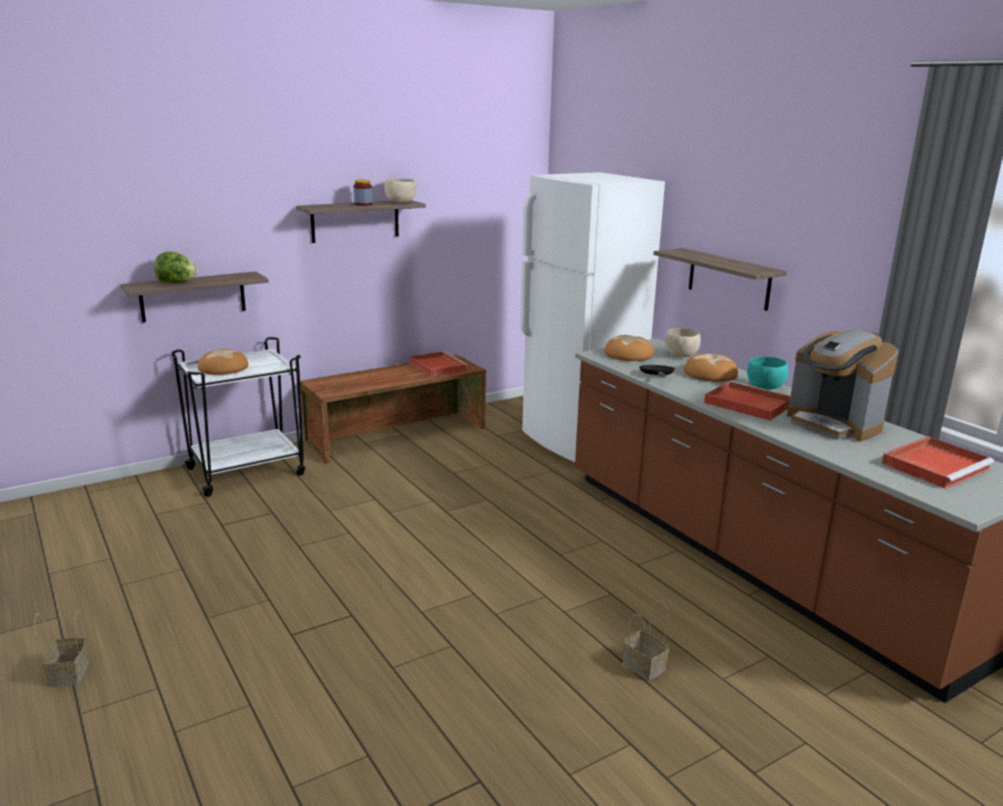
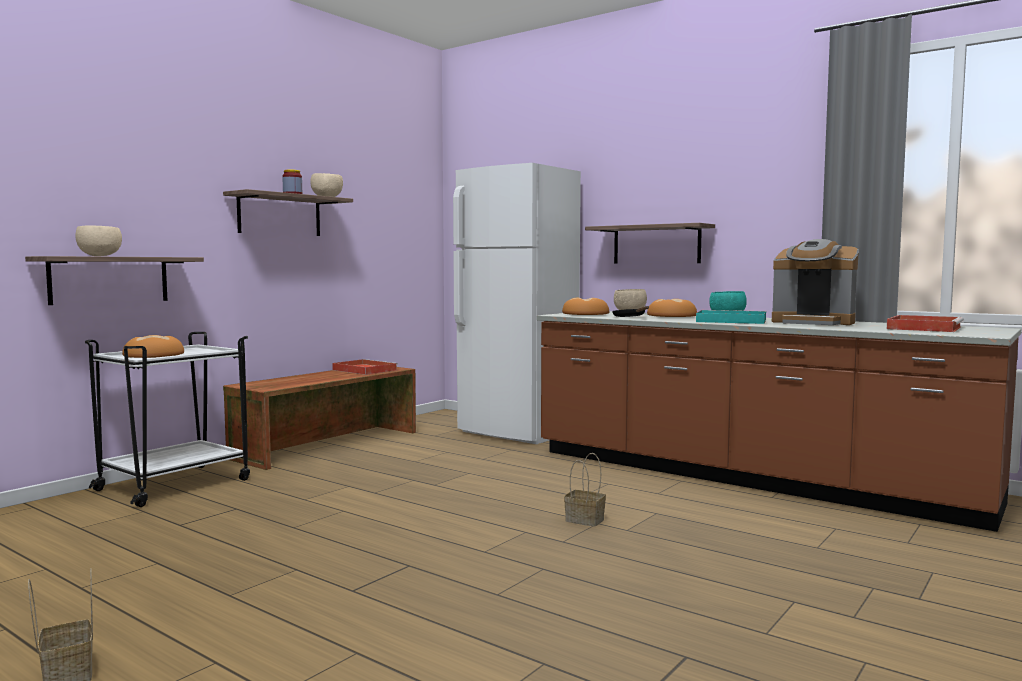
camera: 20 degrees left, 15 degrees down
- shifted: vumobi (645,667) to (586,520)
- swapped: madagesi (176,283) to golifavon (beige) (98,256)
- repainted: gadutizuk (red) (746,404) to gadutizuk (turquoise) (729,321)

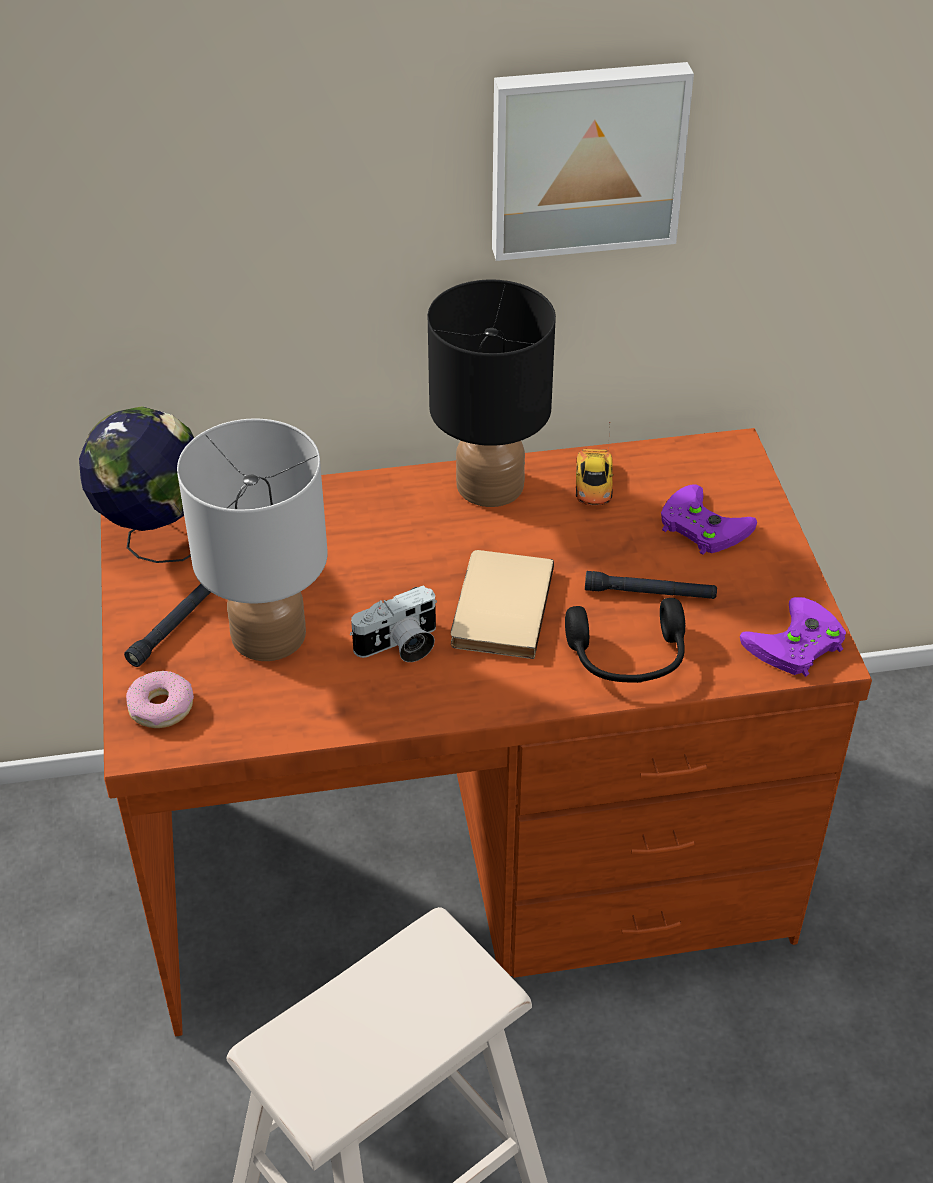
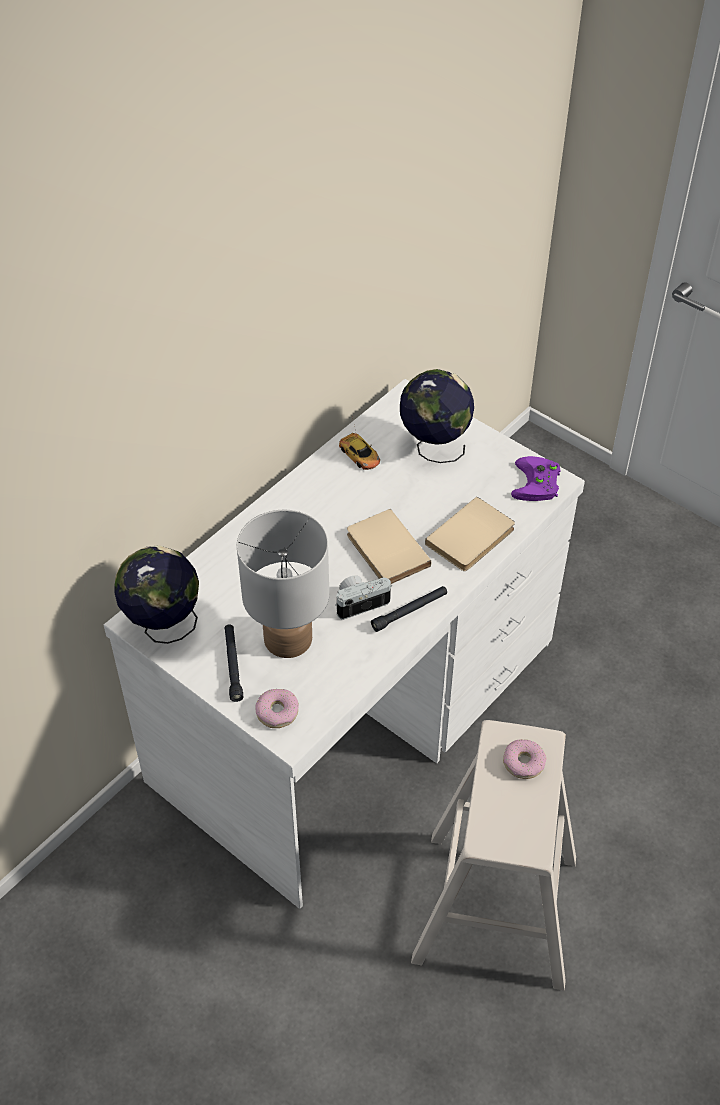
camera: 40 degrees left, 5 degrees up
- gone: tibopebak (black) (489,486)
- gone: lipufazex (586,158)
- new: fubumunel (523,762)
- shifted: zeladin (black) (650,593) to (409,611)
- swapped: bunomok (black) (628,658) to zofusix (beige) (472,538)
- swapped: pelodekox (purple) (700,525) to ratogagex (434,448)
- repainted: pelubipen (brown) (468,860) to pelubipen (white) (357,711)
- rotated: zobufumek (400,646) = (360,601) 135 degrees counterclockwise

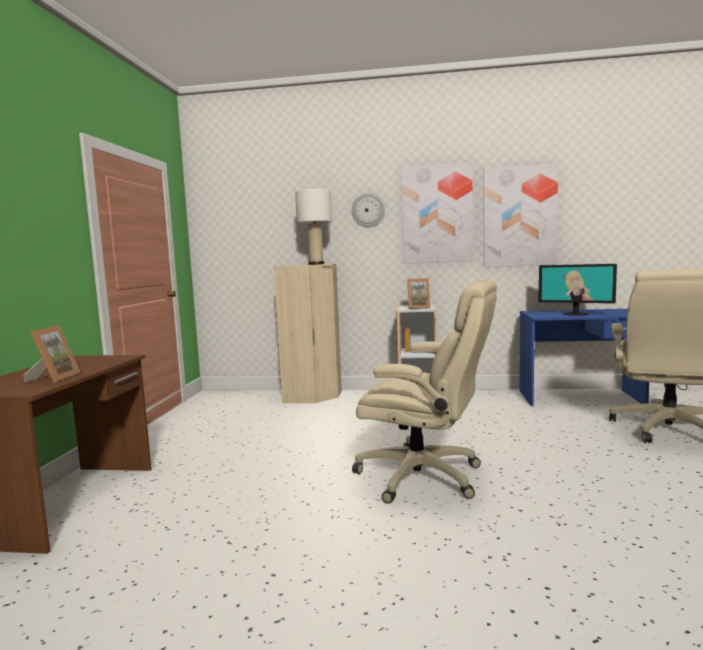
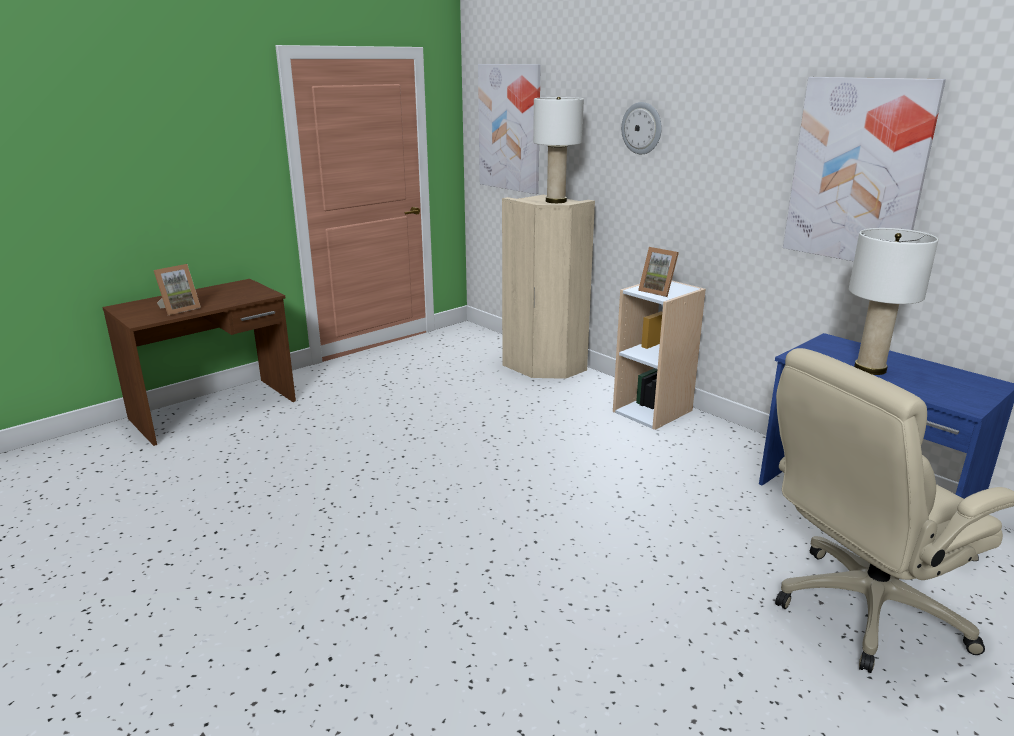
camera: 40 degrees right, 15 degrees up
- gone: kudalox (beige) (427,478)
- shifted: lipufazex (437,214) to (510,128)
- swapped: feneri (575,314) to tibopebak (white) (870,369)

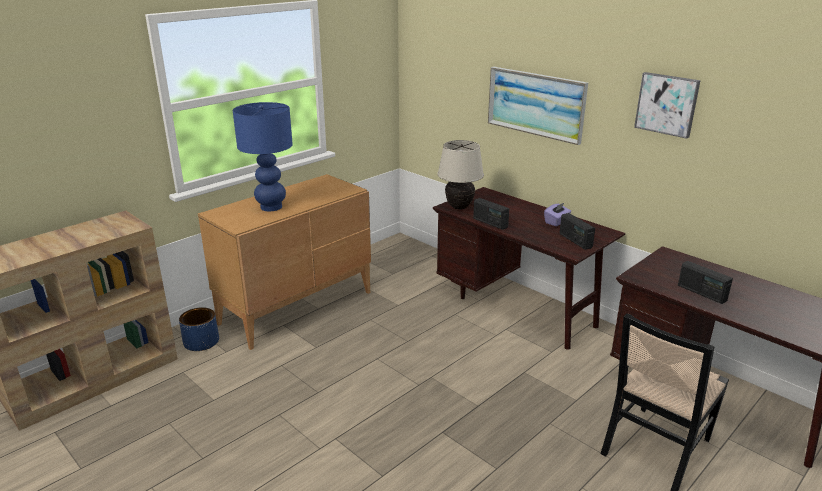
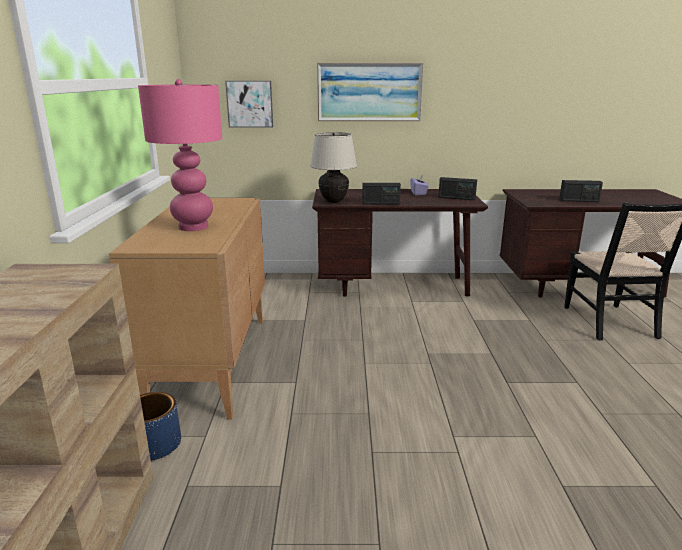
camera: 45 degrees left, 5 degrees down
- shifted: lipufazex (667,104) to (250,104)
- repainted: tibopebak (blue) (271,207) to tibopebak (pink) (193,227)

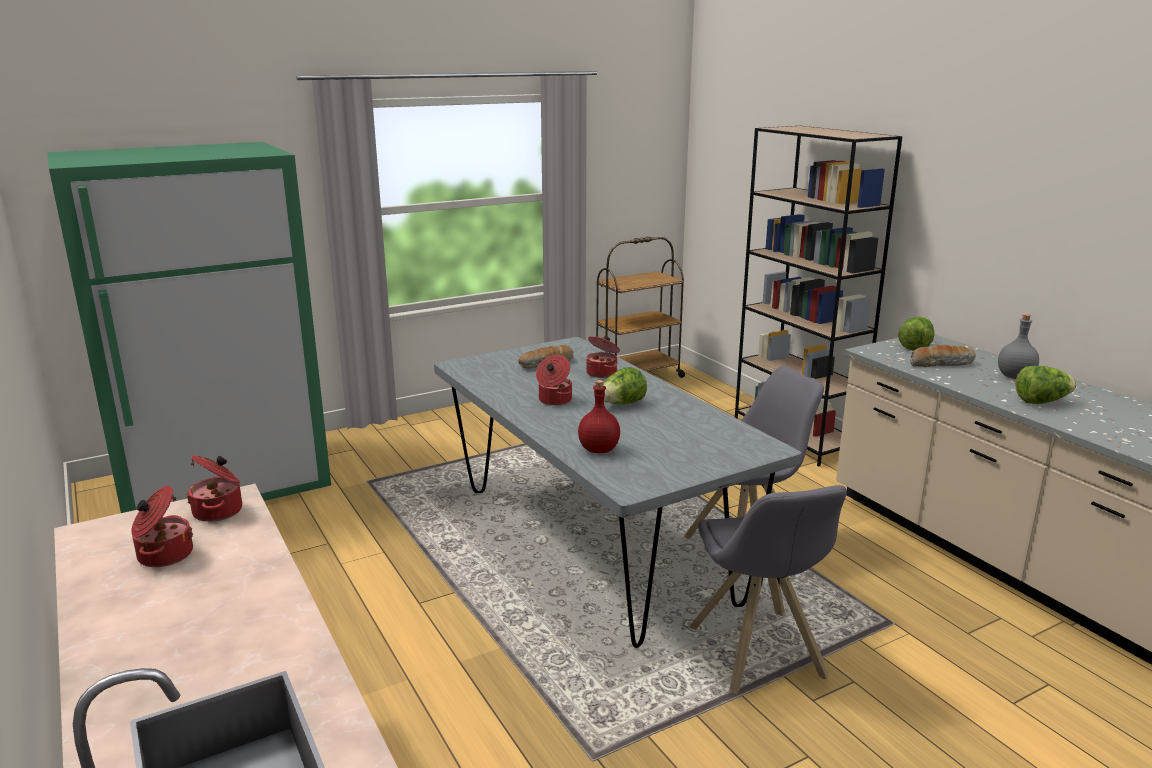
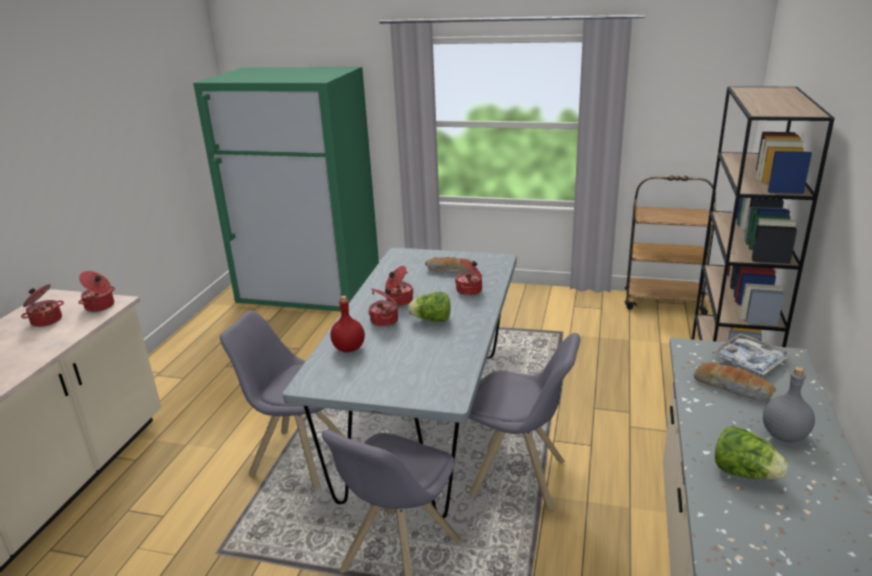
camera: 45 degrees right, 5 degrees up
- new: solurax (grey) (299,458)
- new: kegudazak (385,320)
- swapped: madagesi (915,346) to gadutizuk (749,360)

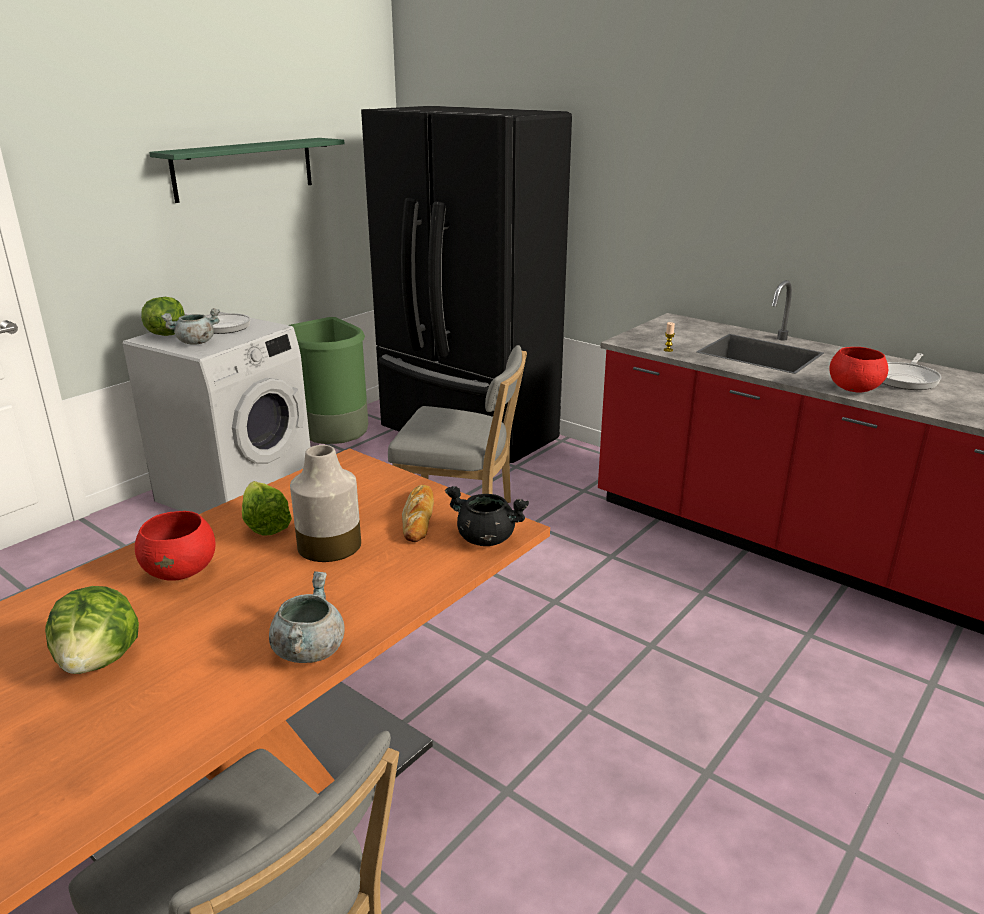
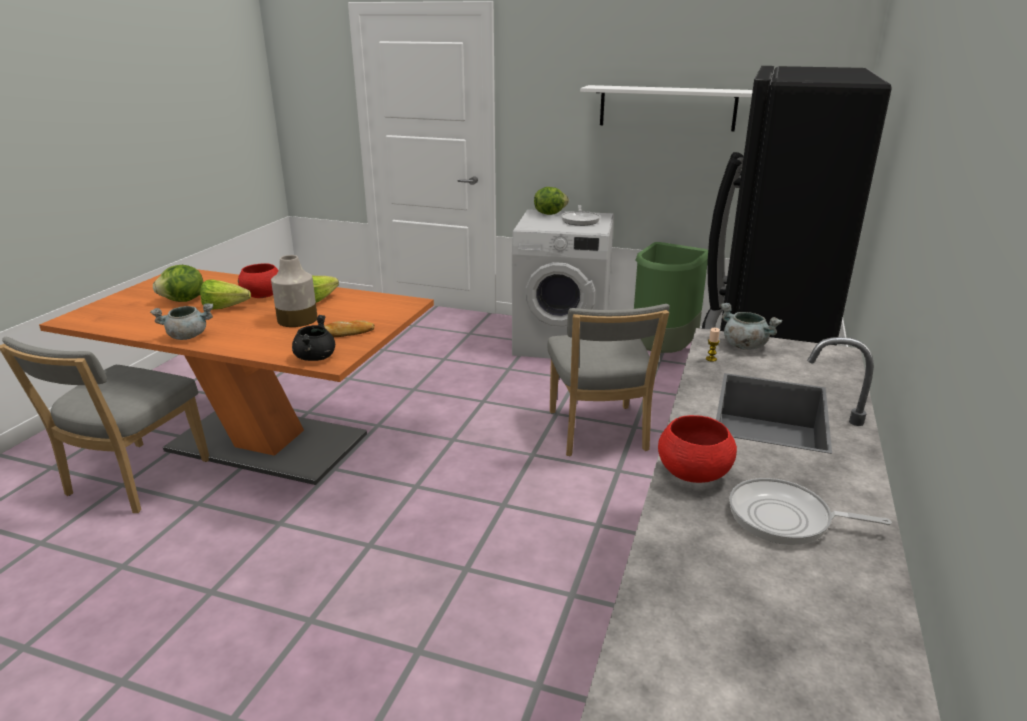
camera: 70 degrees right, 0 degrees up
- new: madagesi (228,308)
- shifted: kegudazak (grey) (195,342) to (744,346)
- repainted: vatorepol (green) (244,169) to vatorepol (white) (667,108)

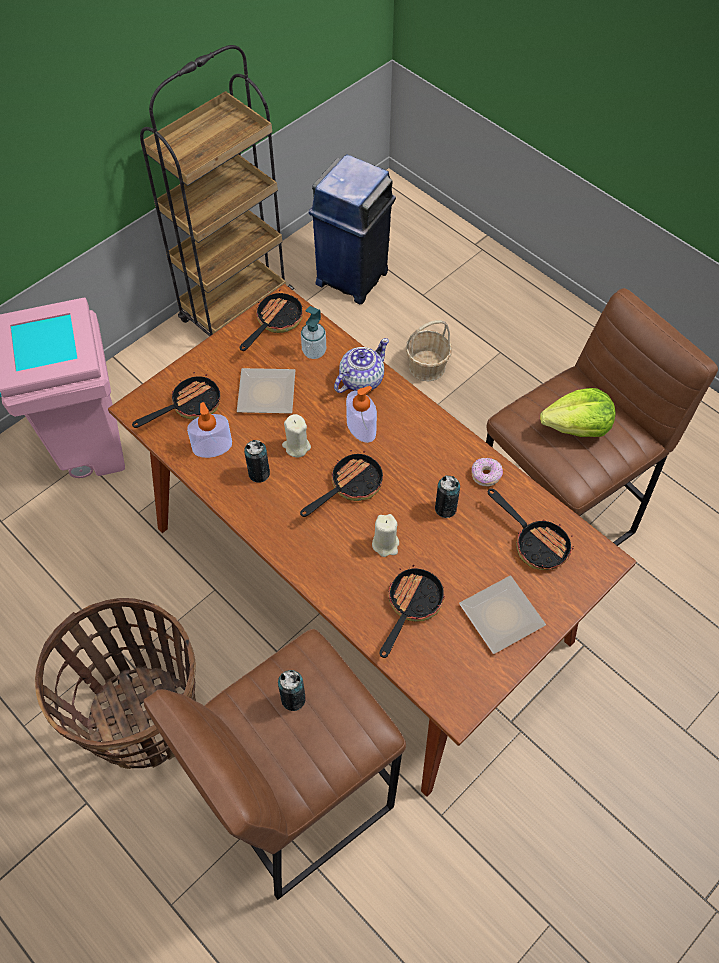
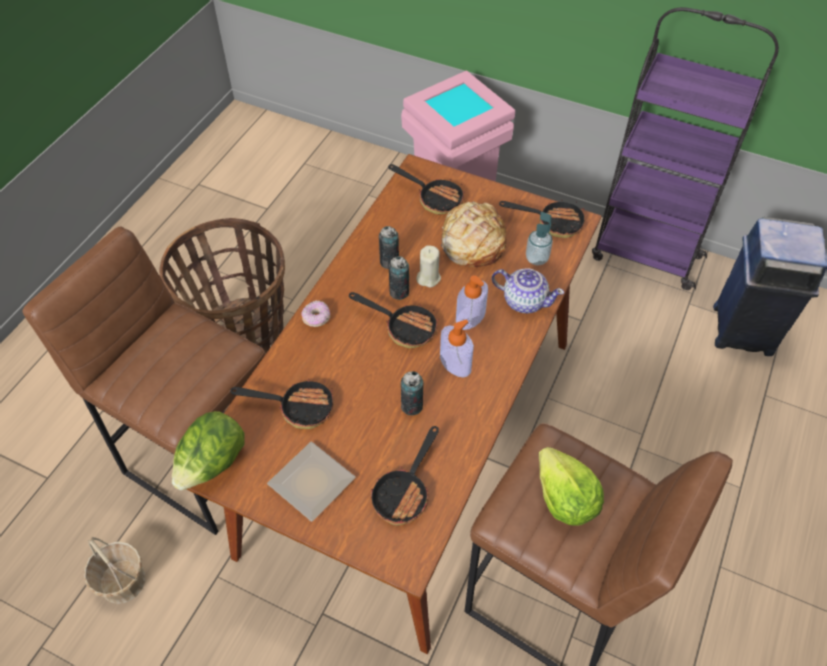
camera: 70 degrees right, 5 degrees down
- gone: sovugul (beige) (385,544)
- new: madagesi (212,464)
- shifted: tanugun (212,447) to (455,363)
- shifted: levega (293,699) to (399,292)
- shifted: vumobi (427,366) to (122,581)
- shifted: fubumunel (485,475) to (316,318)
- swapped: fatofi (268,395) to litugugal (472,243)
- repainted: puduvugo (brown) (235,309) to puduvugo (purple) (645,257)

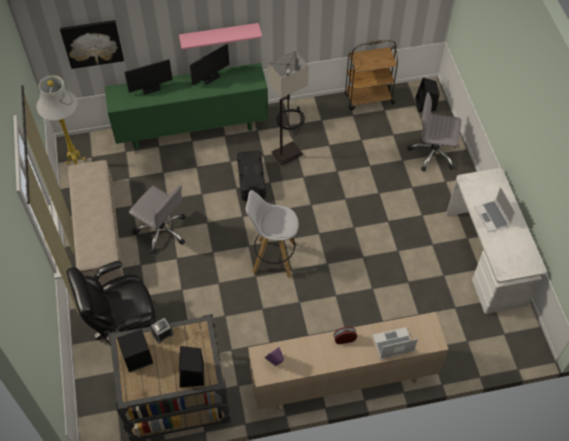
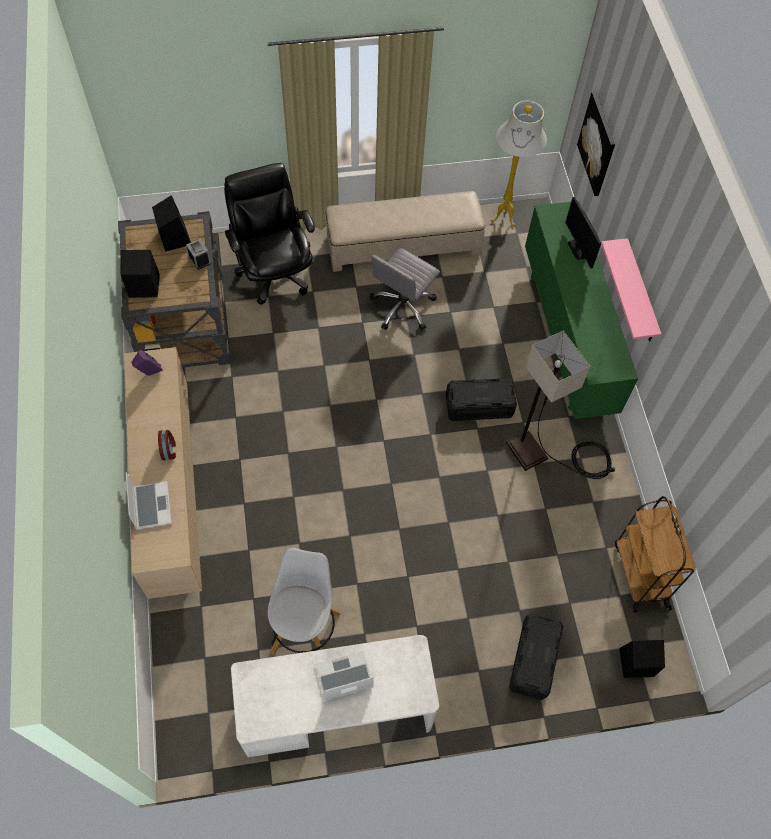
camera: 90 degrees right, 5 degrees up
- gone: feneri (210,77)
- shifted: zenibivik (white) (273,258) to (305,631)
- swapped: kudalox (grey) (433,153) to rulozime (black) (534,660)

